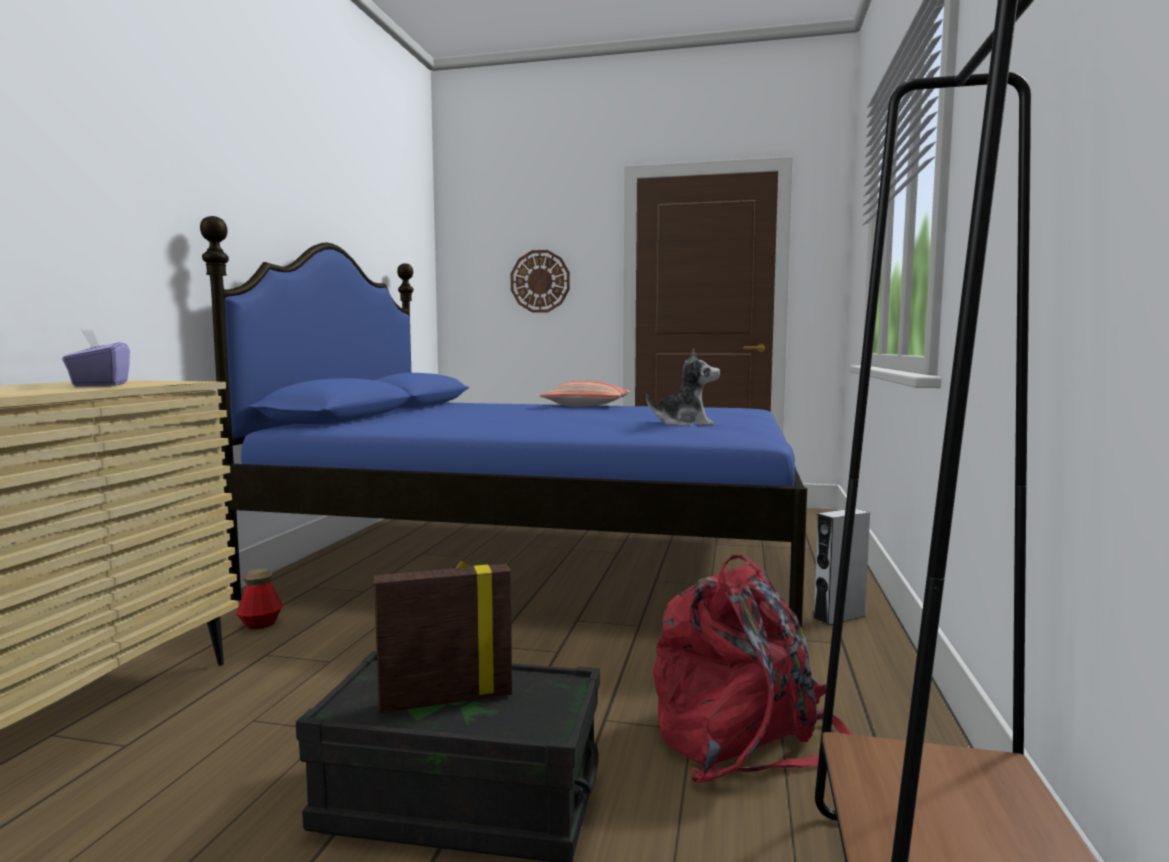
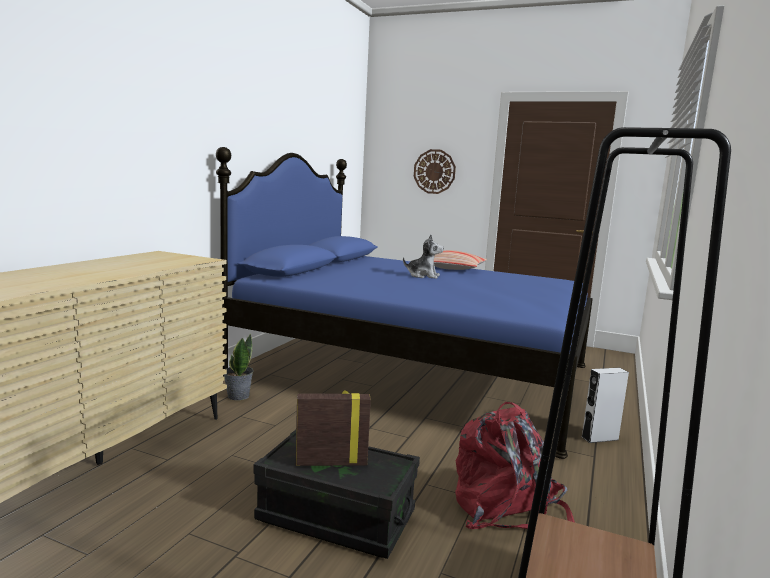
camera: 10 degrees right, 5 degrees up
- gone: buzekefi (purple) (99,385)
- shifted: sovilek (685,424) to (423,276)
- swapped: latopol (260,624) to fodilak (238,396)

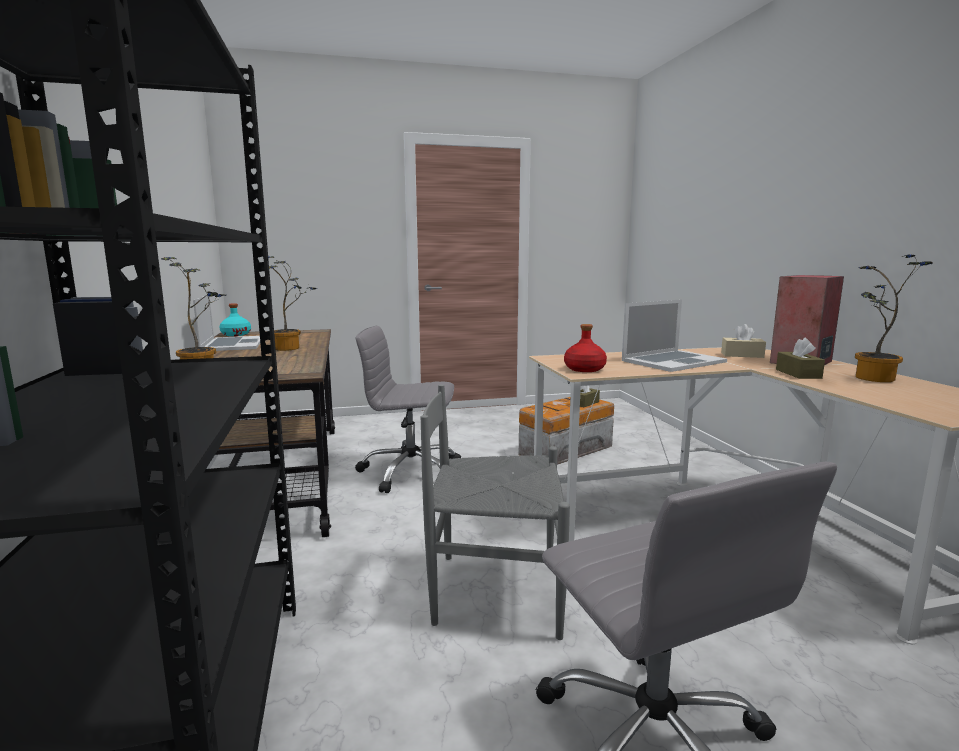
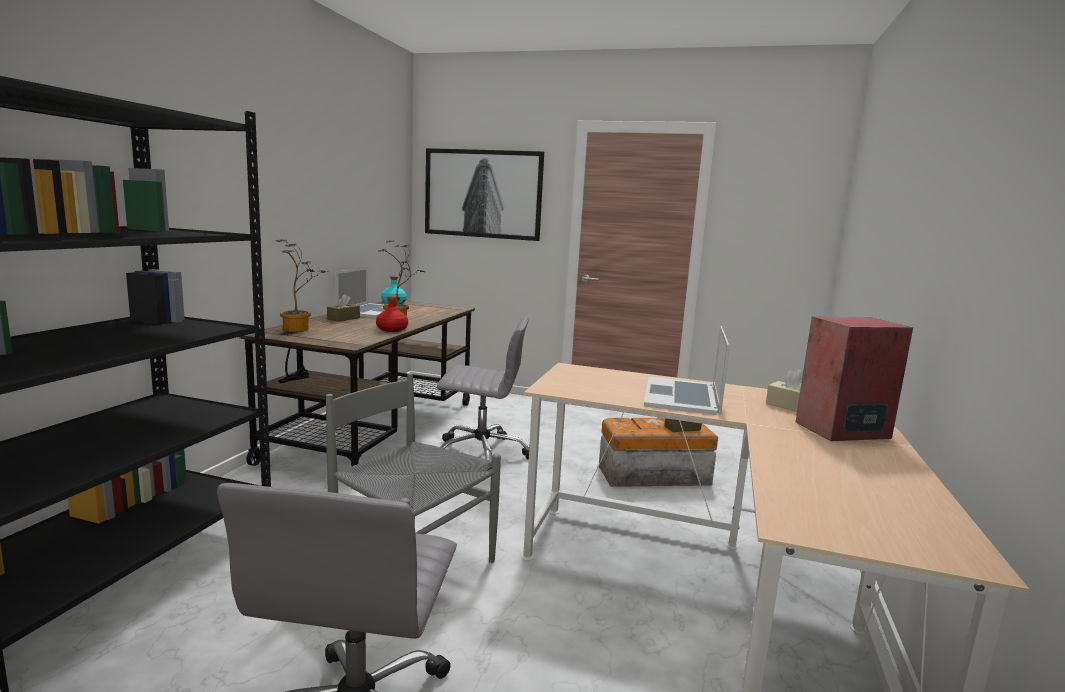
camera: 30 degrees right, 0 degrees up
- gone: fodilak (872,379)
- new: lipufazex (482,194)
- shifted: latopol (red) (584,369) to (391,329)
- shifted: buzekefi (brown) (798,374) to (343,318)
- rotated: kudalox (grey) (410,472) = (481,454) 150 degrees clockwise
- rotated: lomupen (672,361) = (682,396) 105 degrees clockwise

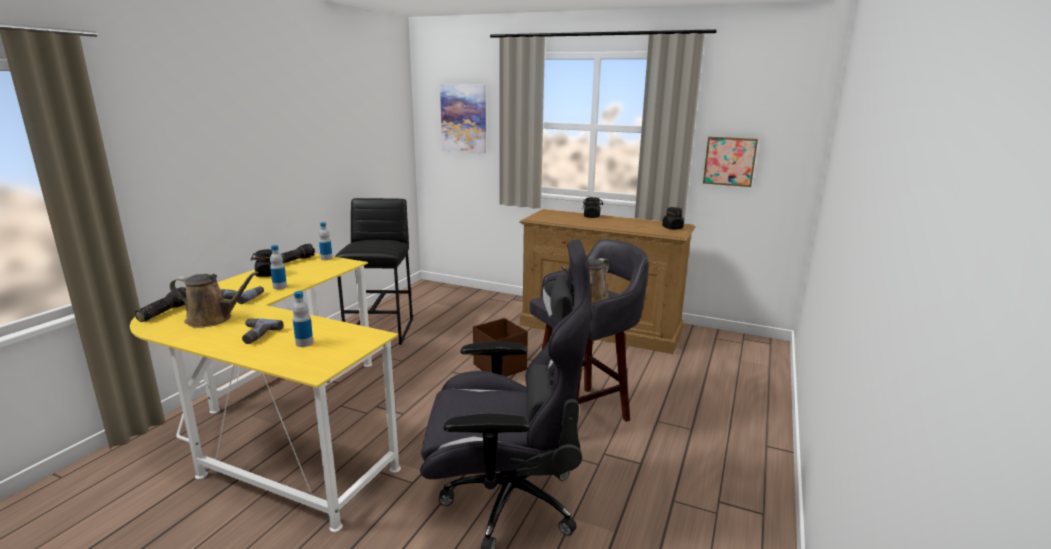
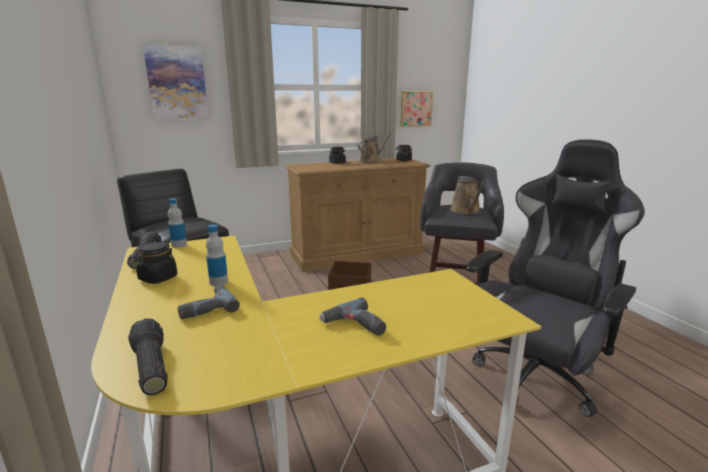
camera: 45 degrees left, 0 degrees up
- gone: latopol (304,343)
- shifted: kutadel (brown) (213,319) to (371,161)

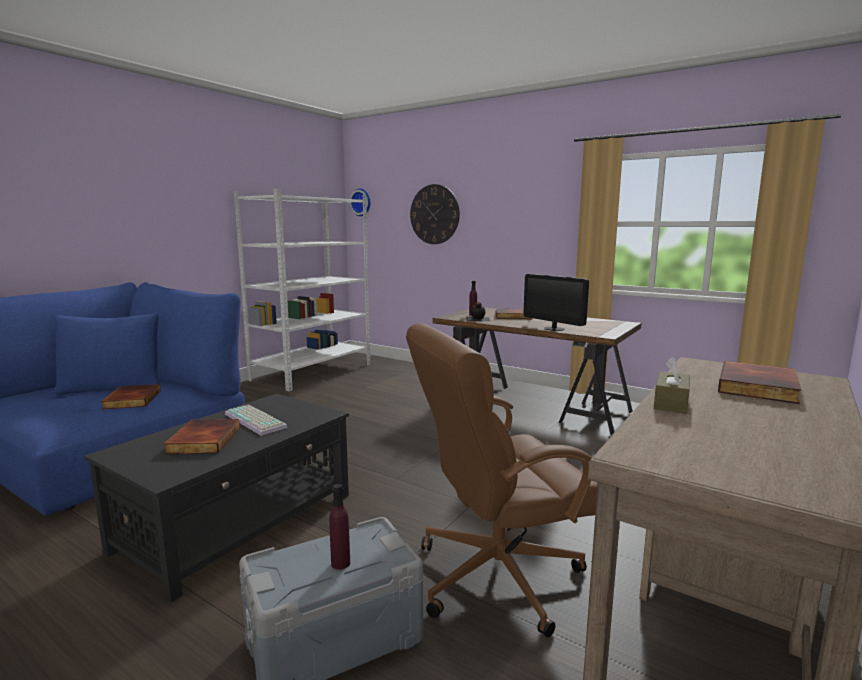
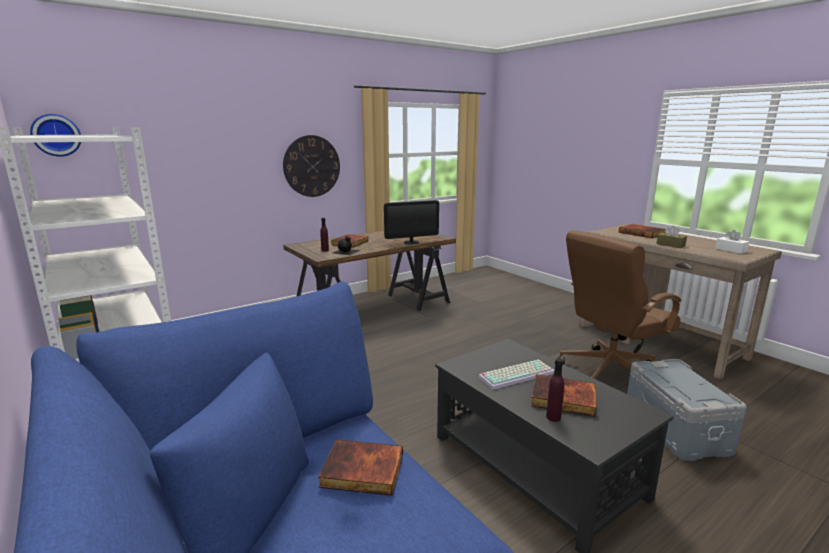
camera: 70 degrees left, 5 degrees up
- new: buzekefi (white) (731,250)
- shifted: latopol (purple) (340,563) to (553,417)
- shifted: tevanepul (434,214) to (312,166)
- rotated: kudalox (brown) (498,575) = (610,371) 60 degrees clockwise

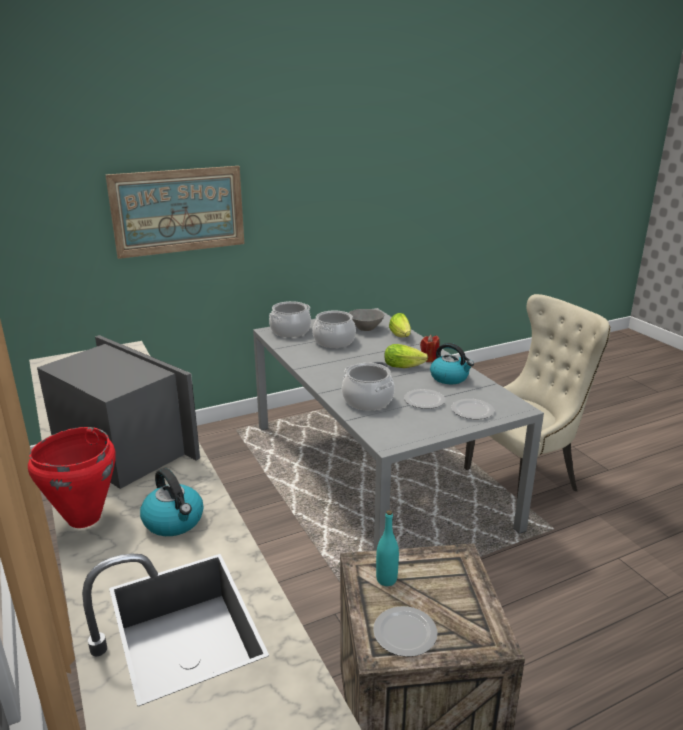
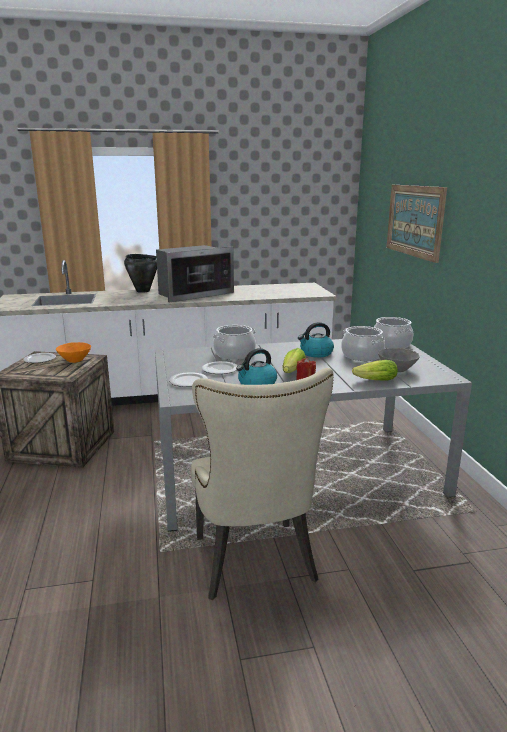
camera: 105 degrees right, 5 degrees down
- shifted: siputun (174,521) to (316,353)
- swapped: latopol (turquoise) (386,579) to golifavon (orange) (75,360)
- repainted: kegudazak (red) (83,518) to kegudazak (black) (143,291)

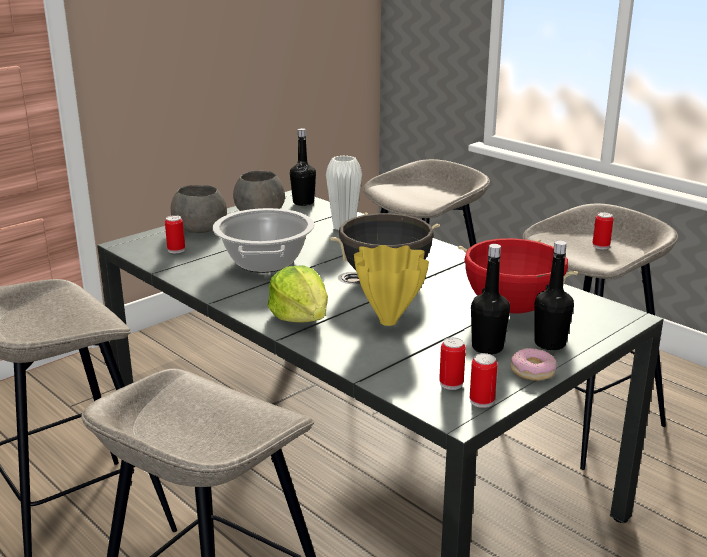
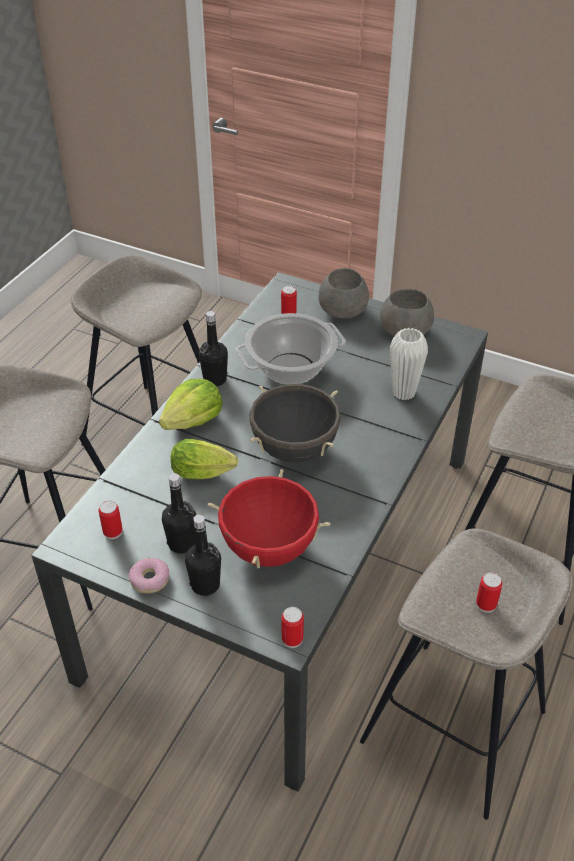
camera: 70 degrees right, 20 degrees up
- shifted: latopol (black) (303,202) to (215,379)
- shifted: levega (481,401) to (292,639)
- swapped: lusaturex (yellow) (389,322) to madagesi (205,473)

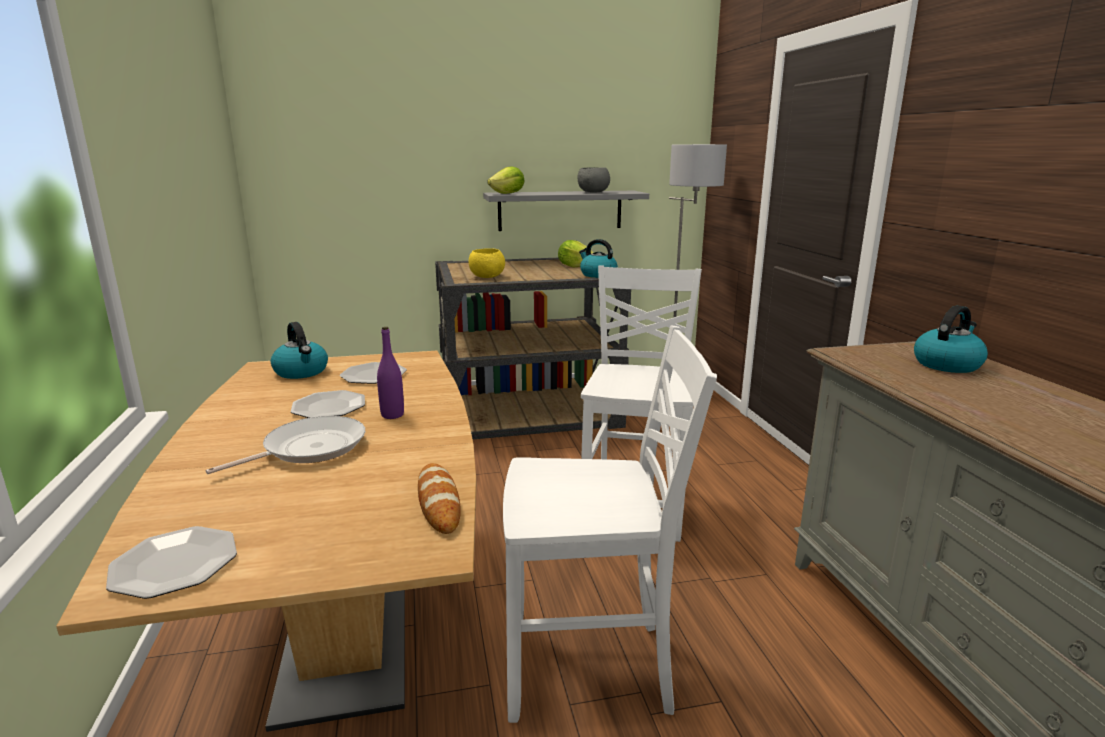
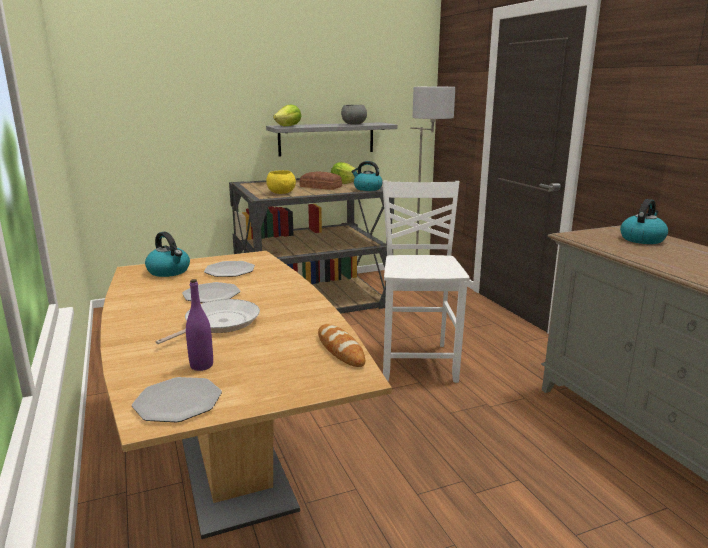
camera: 10 degrees left, 0 degrees up
- gone: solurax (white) (591,668)
- new: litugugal (321,187)
- shifted: latopol (purple) (392,415) to (201,366)

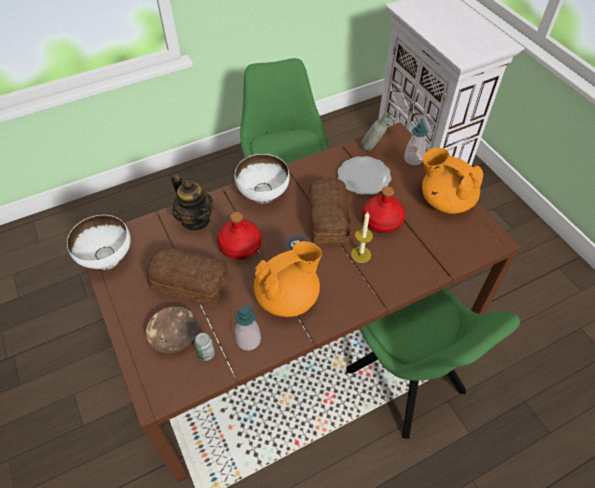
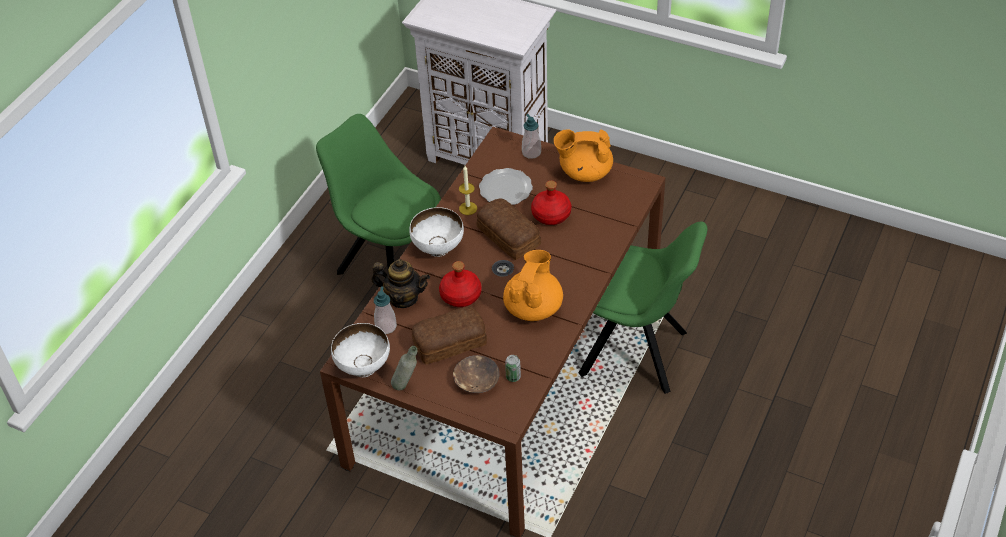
camera: 35 degrees left, 5 degrees down
- shifted: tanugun (248,340) to (386,326)
- shifted: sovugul (361,254) to (468,208)
- shifted: latopol (grey) (372,150) to (406,386)

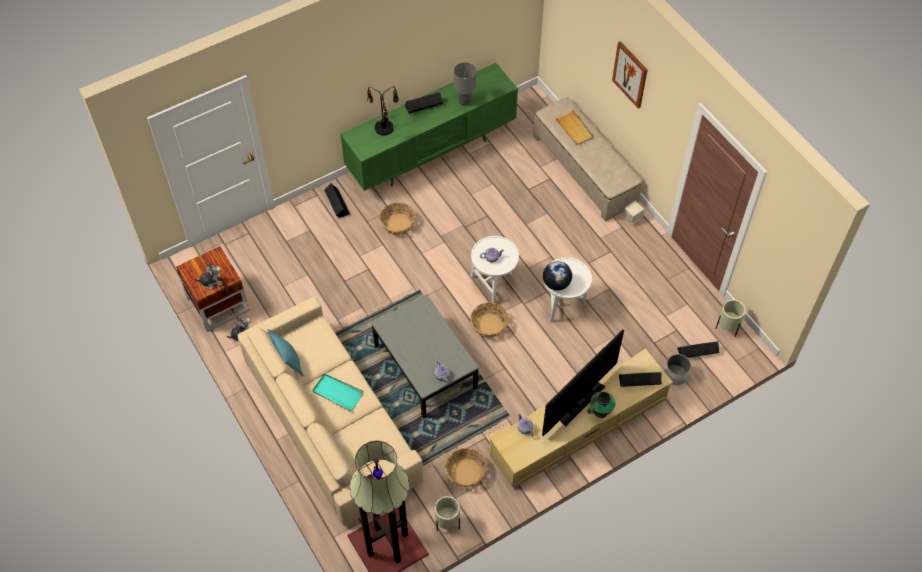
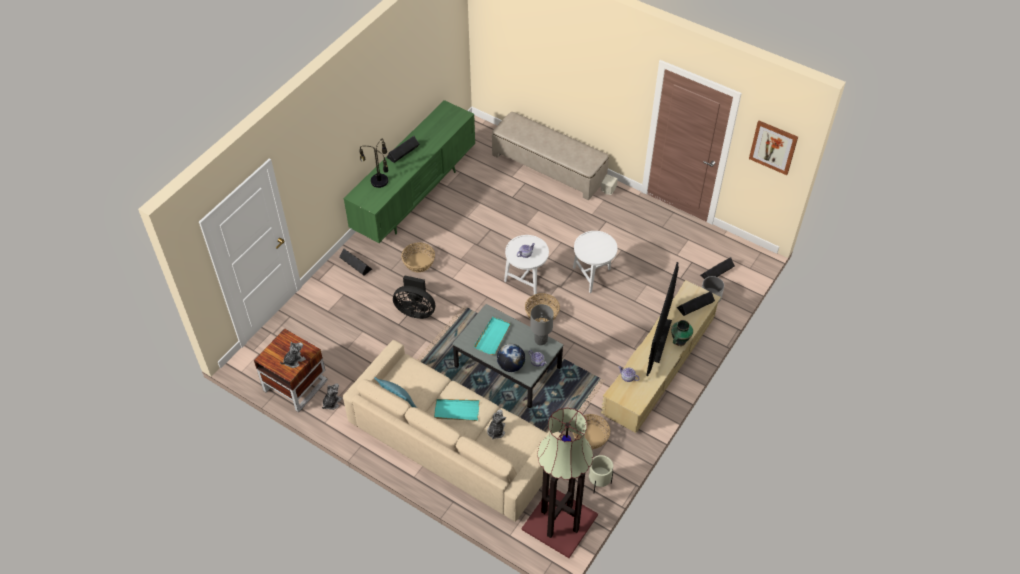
camera: 25 degrees left, 5 degrees down
- gone: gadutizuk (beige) (574,129)
- gone: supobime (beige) (727,328)
- new: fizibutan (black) (415,310)
- new: gadutizuk (turquoise) (493,336)
- new: sovilek (496,431)
- shifted: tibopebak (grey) (465,102) to (541,341)
- shifted: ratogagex (556,283) to (511,365)
- shifted: lipufazex (630,74) to (773,147)

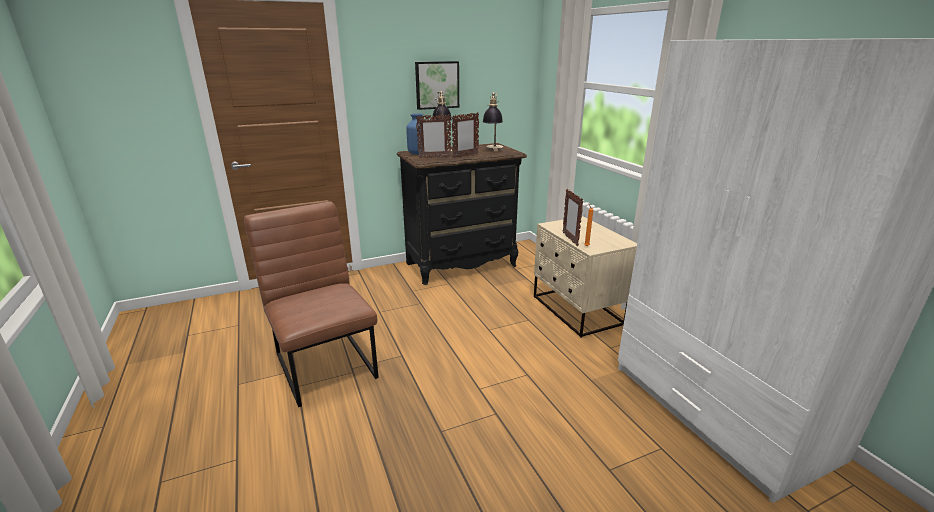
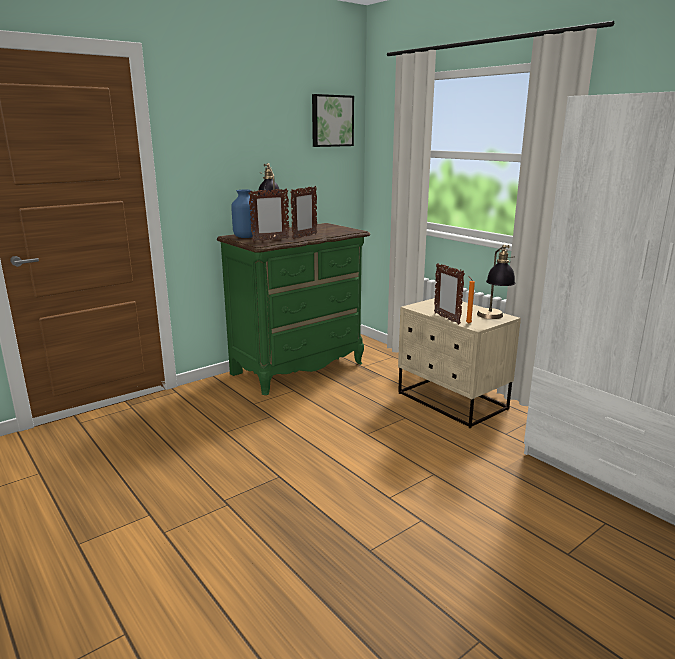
camera: 15 degrees left, 5 degrees down
- gone: solurax (brown) (325,363)
- shifted: lipufazex (436,85) to (331,121)
- shifted: tibopebak (493,151) to (493,318)
- repainted: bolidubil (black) (462,265) to bolidubil (green) (299,369)

